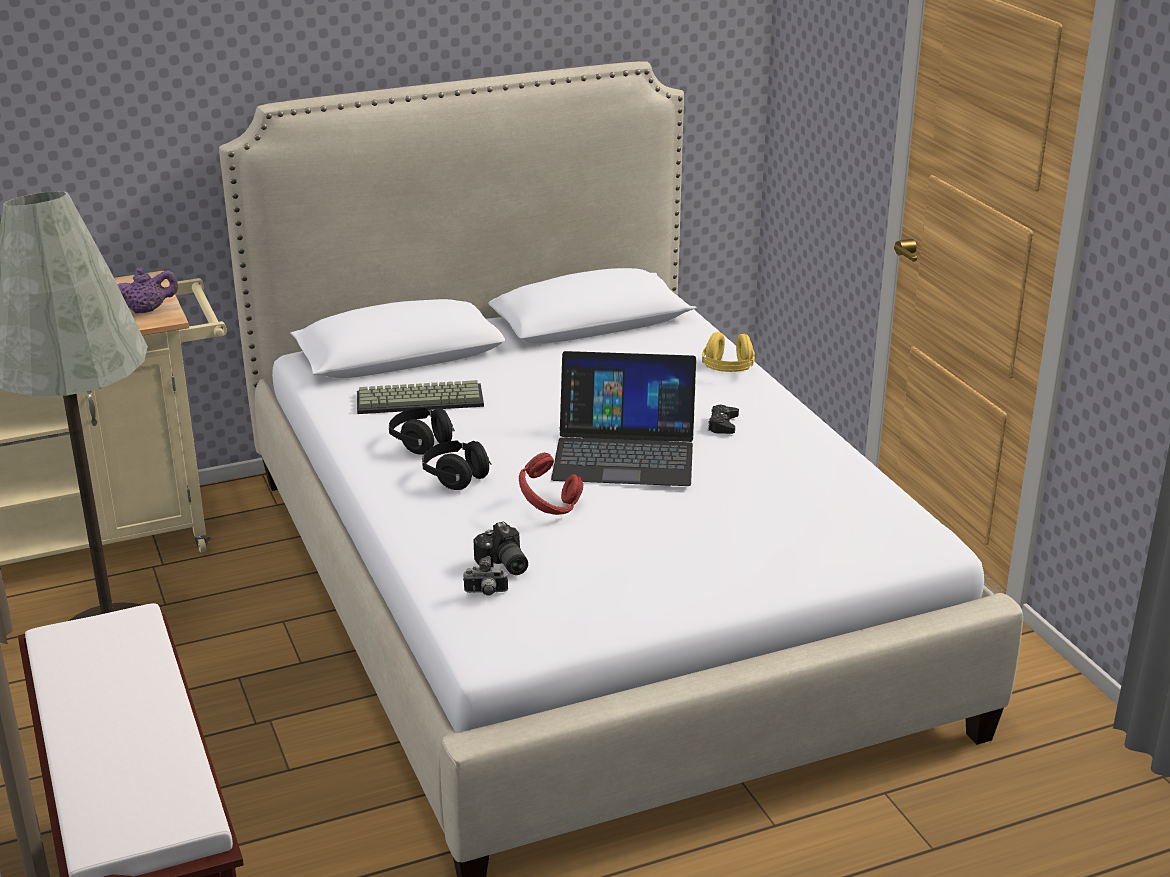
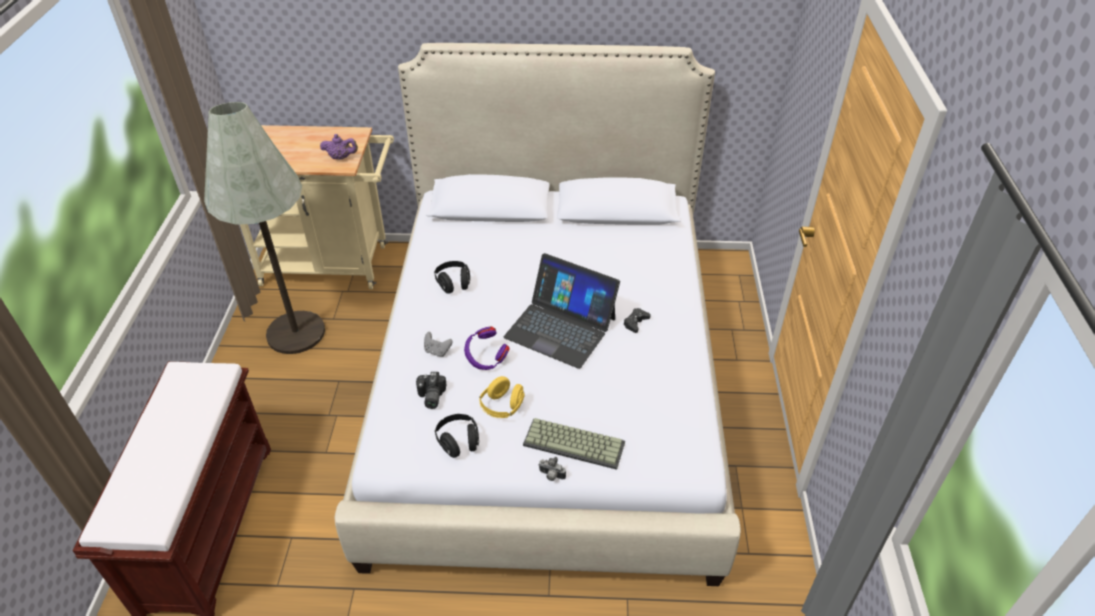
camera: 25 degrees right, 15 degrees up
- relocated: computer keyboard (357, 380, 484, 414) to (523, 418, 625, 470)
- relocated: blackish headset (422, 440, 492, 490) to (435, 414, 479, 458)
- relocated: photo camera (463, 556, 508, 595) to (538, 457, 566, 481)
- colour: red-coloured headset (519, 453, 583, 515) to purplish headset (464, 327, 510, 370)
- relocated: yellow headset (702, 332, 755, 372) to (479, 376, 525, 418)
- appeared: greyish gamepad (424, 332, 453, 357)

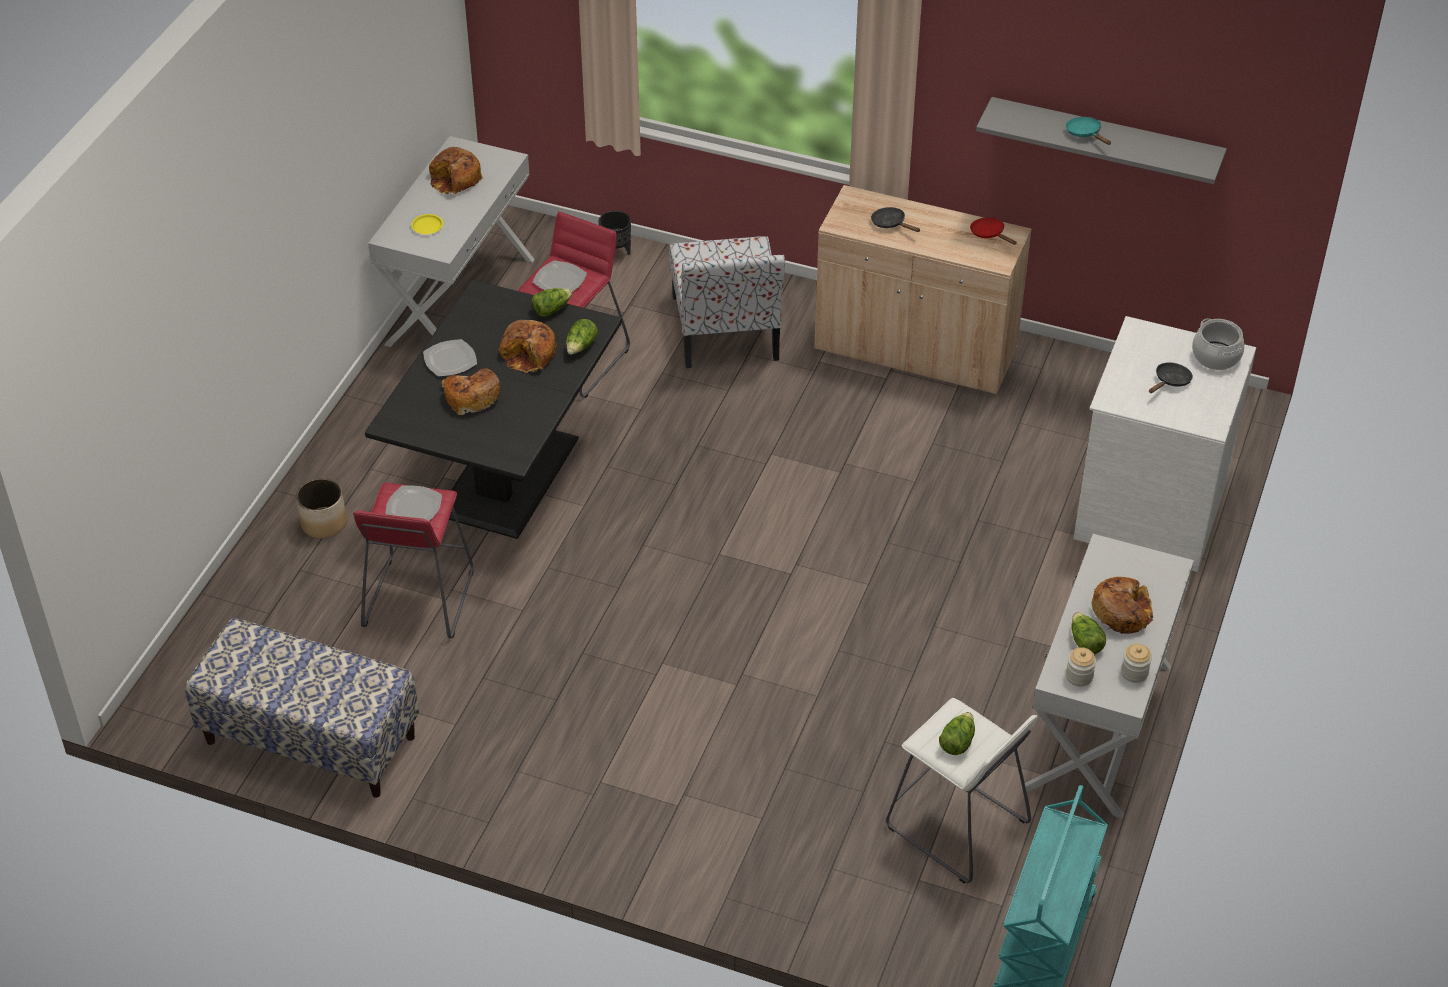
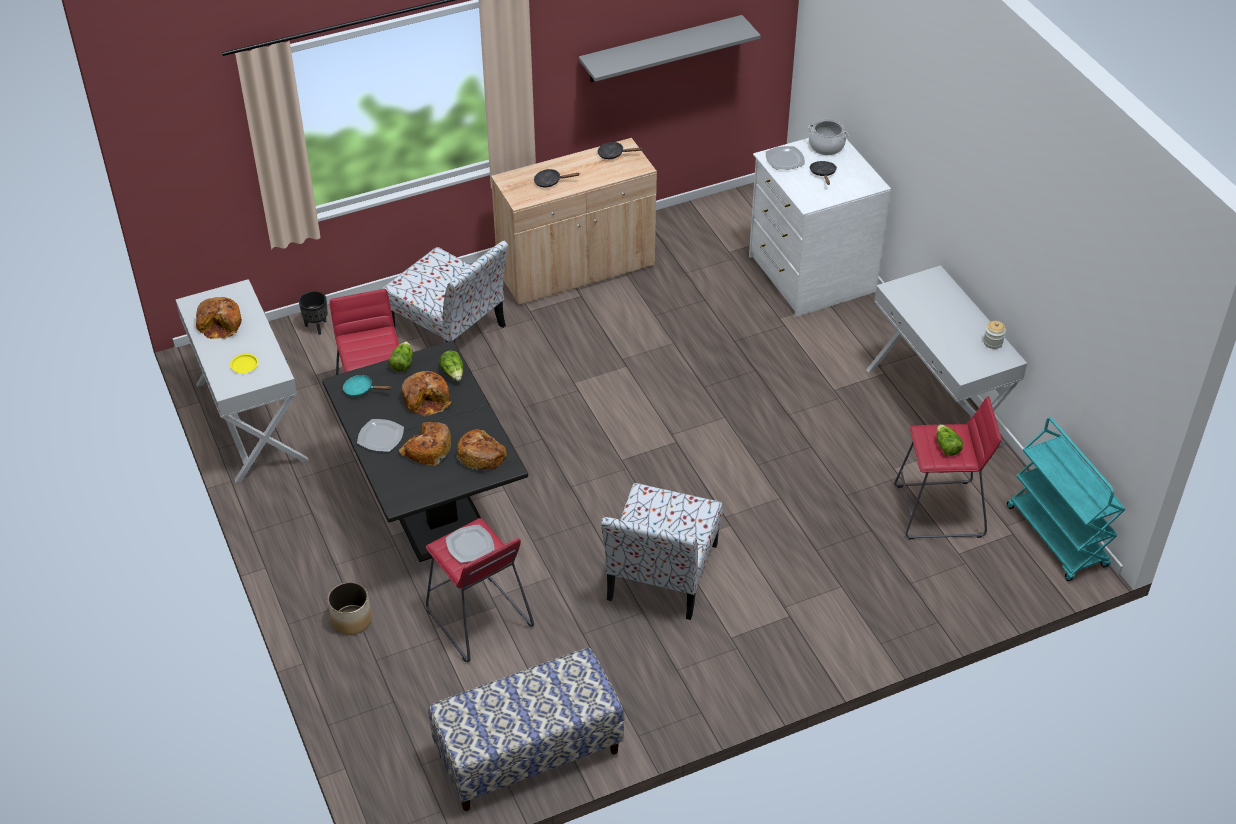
camera: 45 degrees left, 0 degrees up
- relocated: flat dish (533, 260, 587, 292) to (766, 146, 805, 170)
- colour: whitish stool seat (886, 698, 1037, 883) to red-coloured stool seat (894, 396, 1002, 539)
- colour: red-coloured frying pan (970, 217, 1016, 245) to blackish frying pan (597, 142, 642, 159)
- relocated: turquoise-coloured frying pan (1066, 117, 1111, 145) to (343, 375, 391, 397)
- missing: jar (1066, 647, 1096, 686)
- missing: lettuce head (1071, 612, 1106, 654)
- relocated: bakery bread (1092, 577, 1153, 634) to (456, 429, 507, 470)
- appeared: plain chair (601, 483, 723, 620)

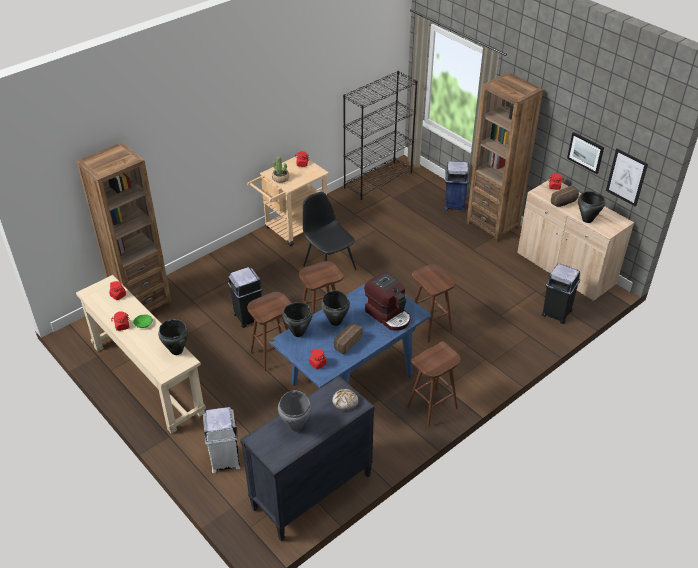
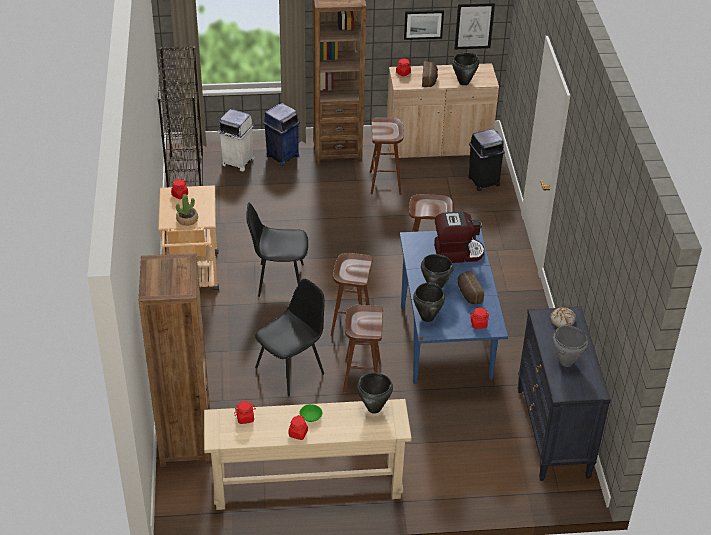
camera: 55 degrees left, 0 degrees up
- relocated: whitish waste bin (203, 407, 240, 473) to (218, 109, 254, 171)
- exchanged: blackish waste bin (228, 267, 263, 328) to blackish plain chair (255, 279, 325, 397)
- relocated: brownish stool seat (407, 341, 461, 427) to (370, 118, 404, 195)

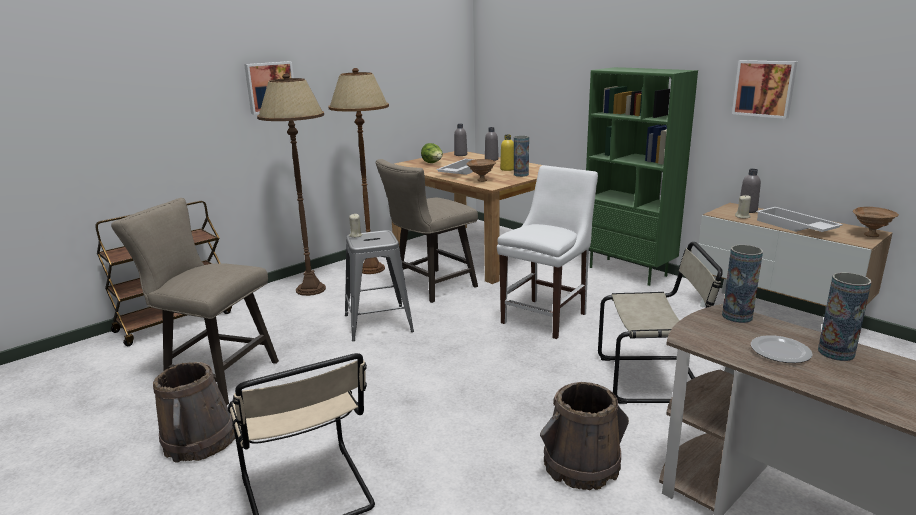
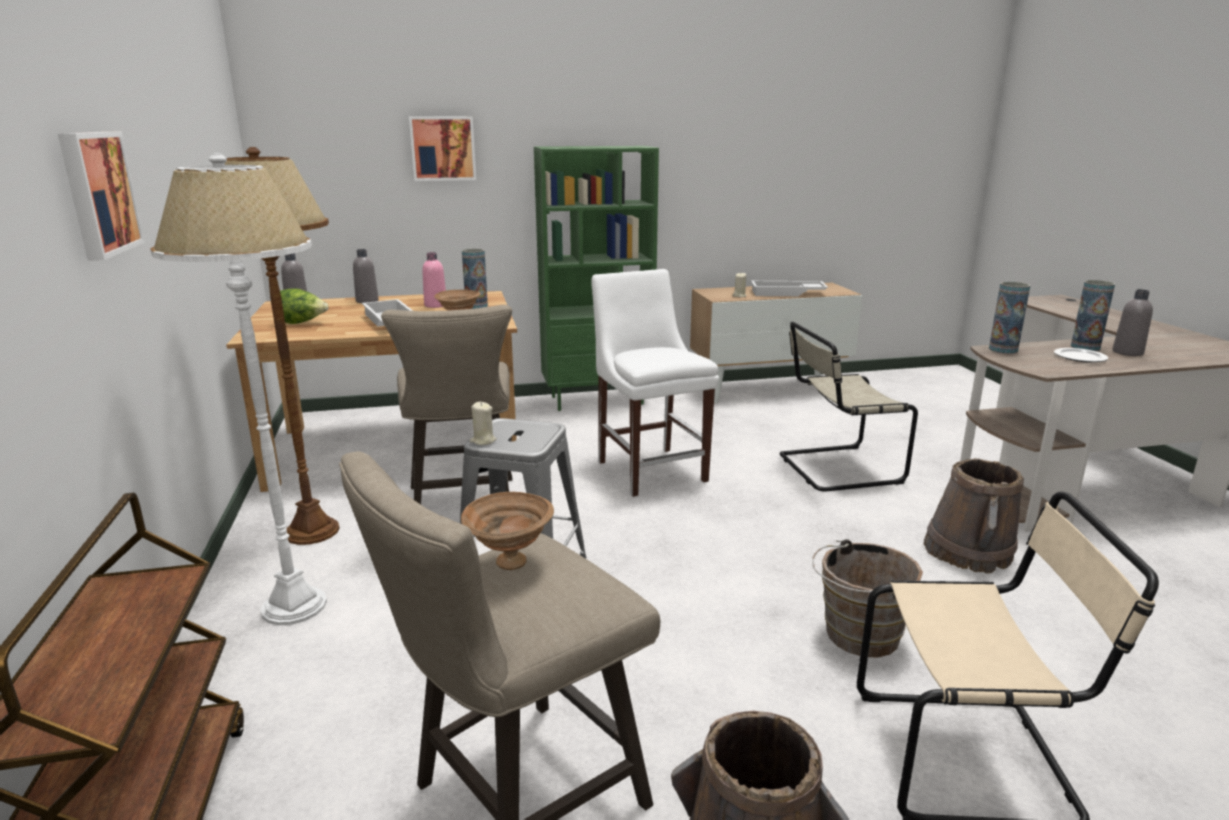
camera: 60 degrees left, 0 degrees up
- colour: brownish floor lamp (257, 74, 326, 296) to whitish floor lamp (150, 153, 327, 625)
- colour: yellow drink bottle (500, 134, 514, 171) to pink-coloured drink bottle (422, 252, 446, 308)
- spun: beige-coloured plain chair (598, 242, 723, 404) = (780, 321, 918, 492) 135 degrees counterclockwise
- relocated: wall art (732, 60, 797, 119) to (409, 116, 476, 181)
- relocated: greyish drink bottle (740, 169, 761, 213) to (1113, 289, 1153, 356)
- relocated: brownish bowl (853, 207, 899, 237) to (461, 492, 554, 570)
- appeared: brownish pail (812, 539, 923, 658)

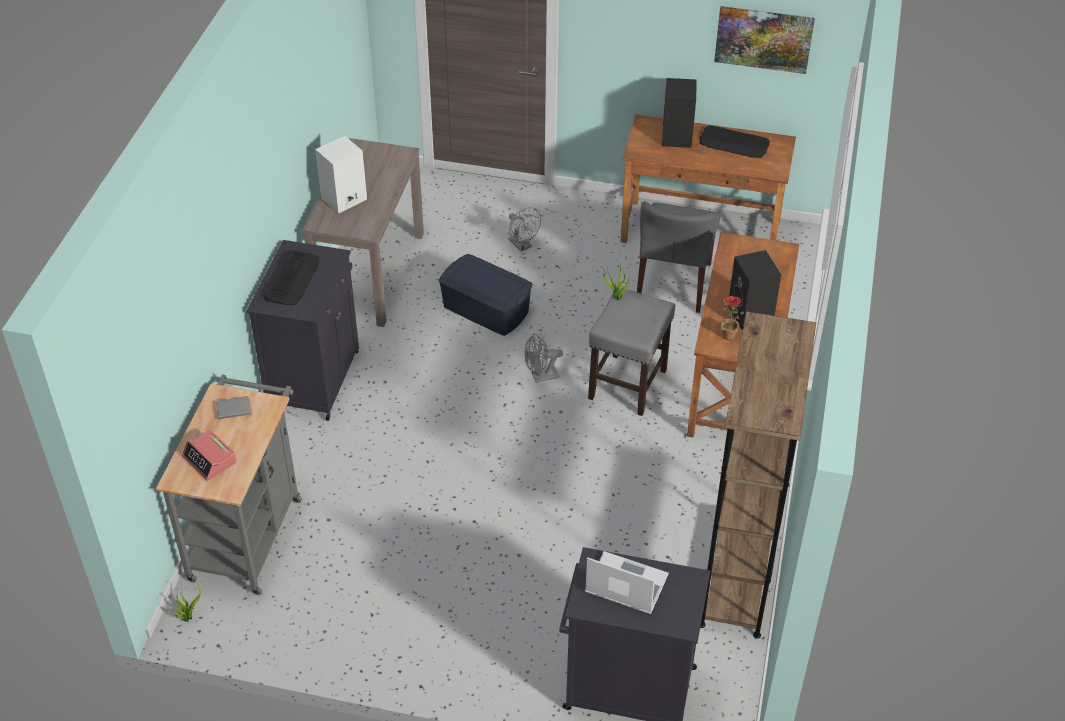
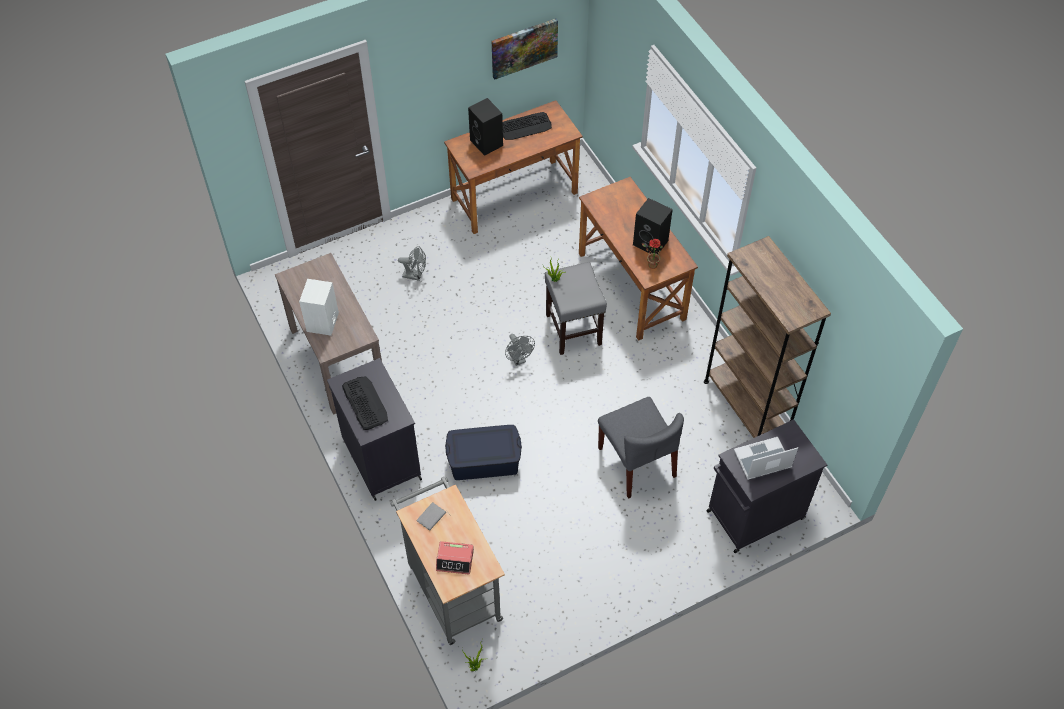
camera: 40 degrees left, 10 degrees up
- relocated: blue storage bin (439, 254, 532, 336) to (445, 425, 522, 480)
- spun: greyish electric fan (525, 333, 563, 383) = (505, 334, 535, 366) 60 degrees counterclockwise
- relocated: greyish plain chair (637, 201, 720, 313) to (598, 397, 684, 499)

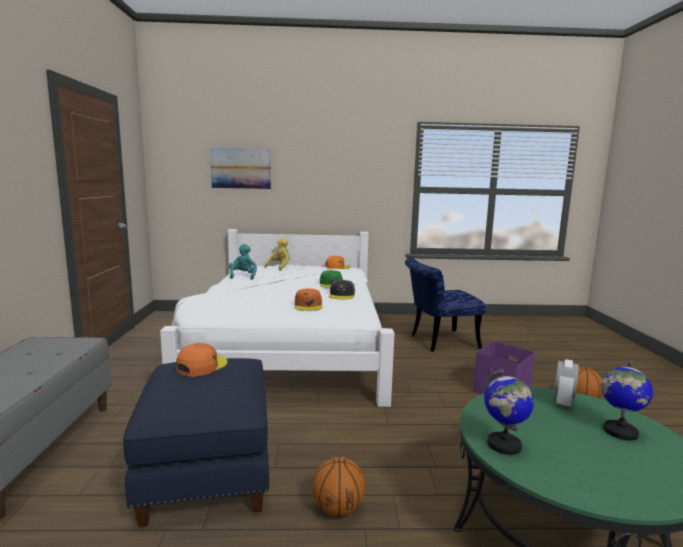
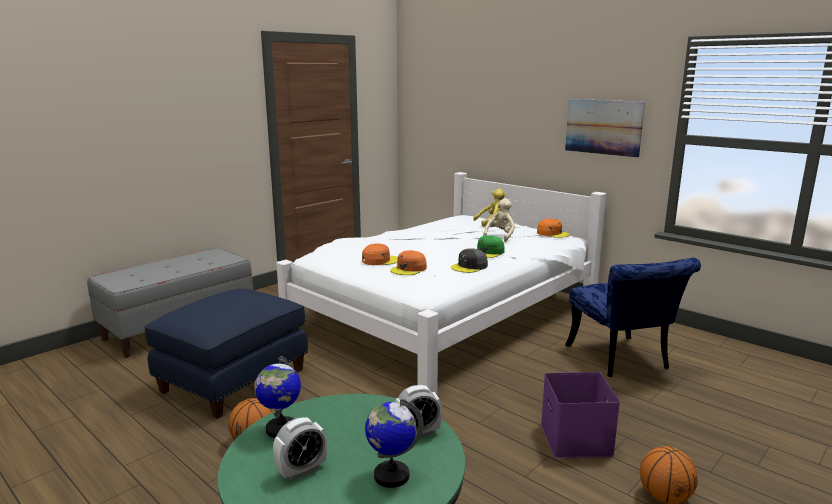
camera: 45 degrees right, 5 degrees up
- relocated: orange cap (176, 343, 228, 377) to (362, 244, 398, 265)
- relocated: wall art (210, 148, 271, 189) to (565, 99, 645, 158)
- missing: turquoise-coloured cuddly toy (229, 244, 257, 280)
- spun: blue plain chair (405, 258, 486, 352) = (565, 258, 701, 377) 135 degrees counterclockwise
- appeared: bedside clock (273, 417, 327, 480)
- appeared: beige-coloured cuddly toy (483, 198, 515, 242)

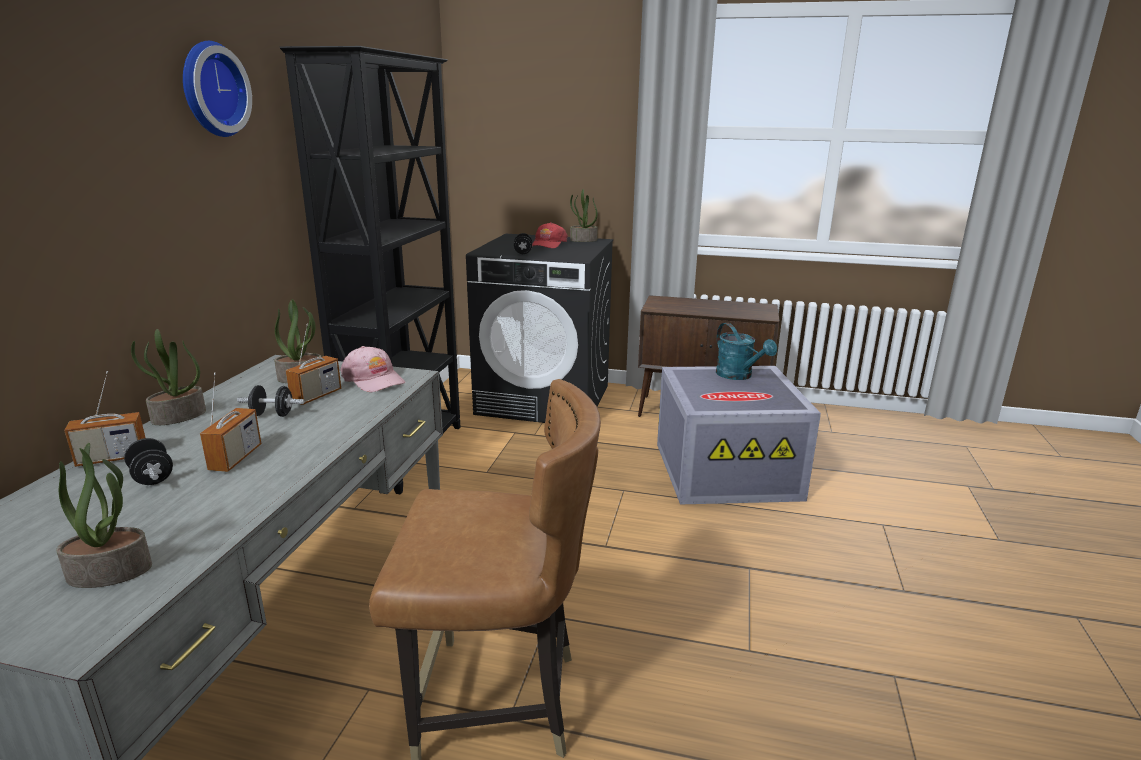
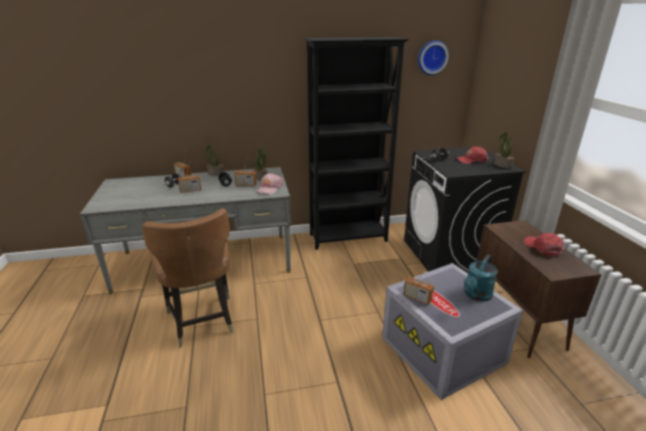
camera: 65 degrees right, 5 degrees up
- missing: plant in a pot (56, 443, 152, 588)
- relocated: clock on the wall (183, 41, 252, 137) to (418, 41, 449, 75)
- appeared: radio set (404, 265, 434, 305)
- appeared: red-coloured cap (524, 233, 564, 256)

